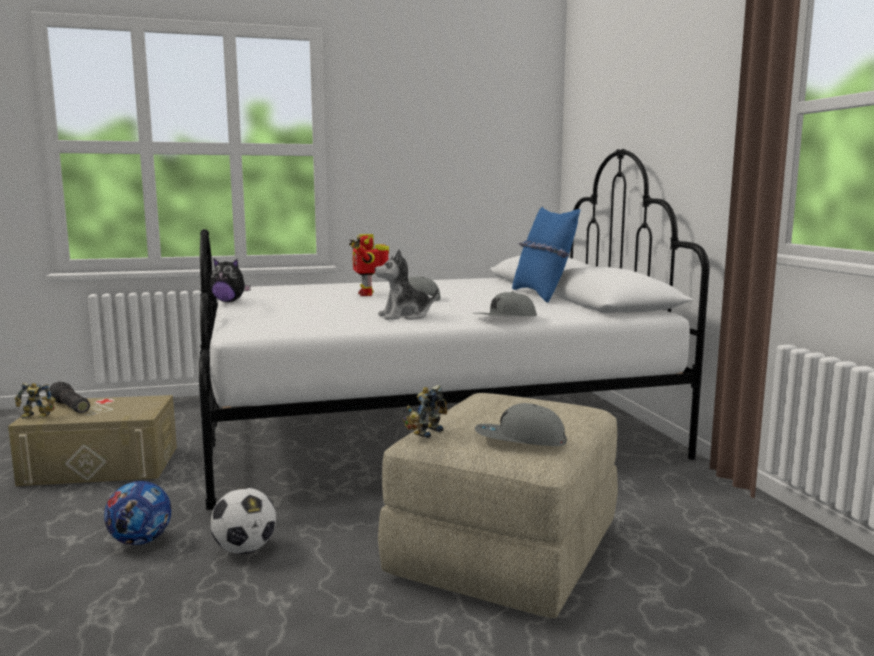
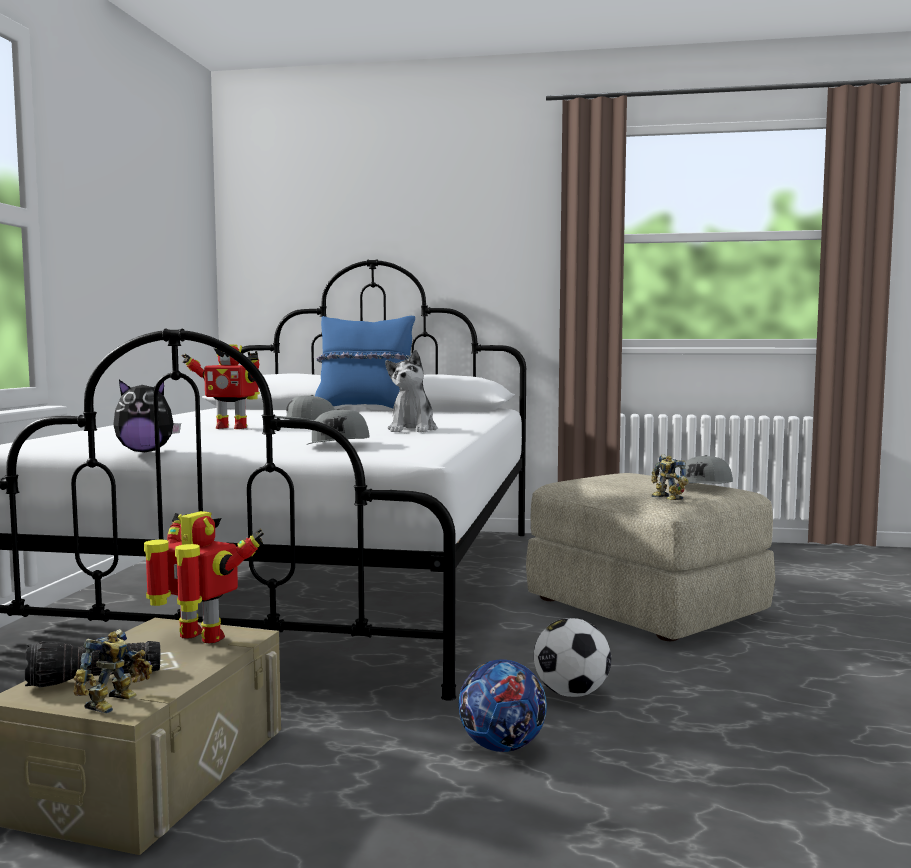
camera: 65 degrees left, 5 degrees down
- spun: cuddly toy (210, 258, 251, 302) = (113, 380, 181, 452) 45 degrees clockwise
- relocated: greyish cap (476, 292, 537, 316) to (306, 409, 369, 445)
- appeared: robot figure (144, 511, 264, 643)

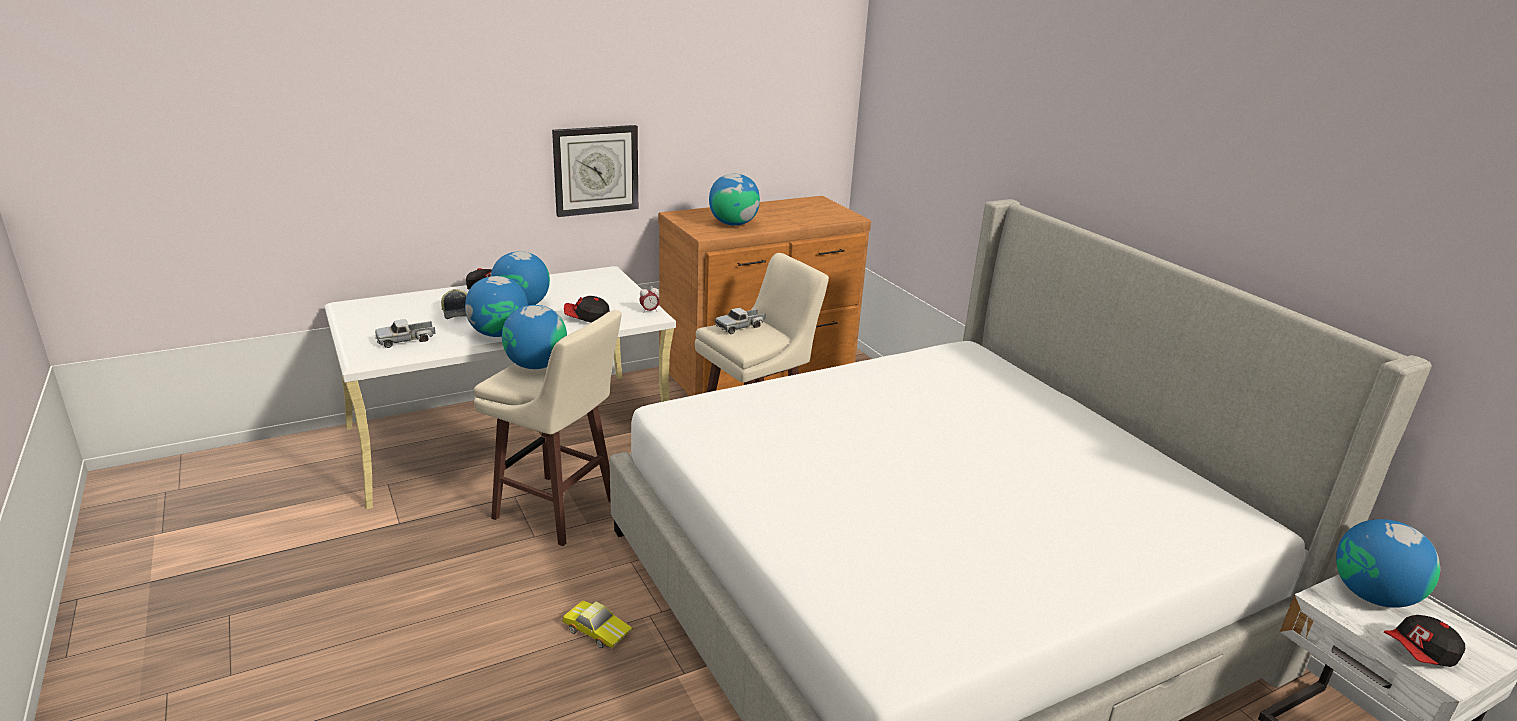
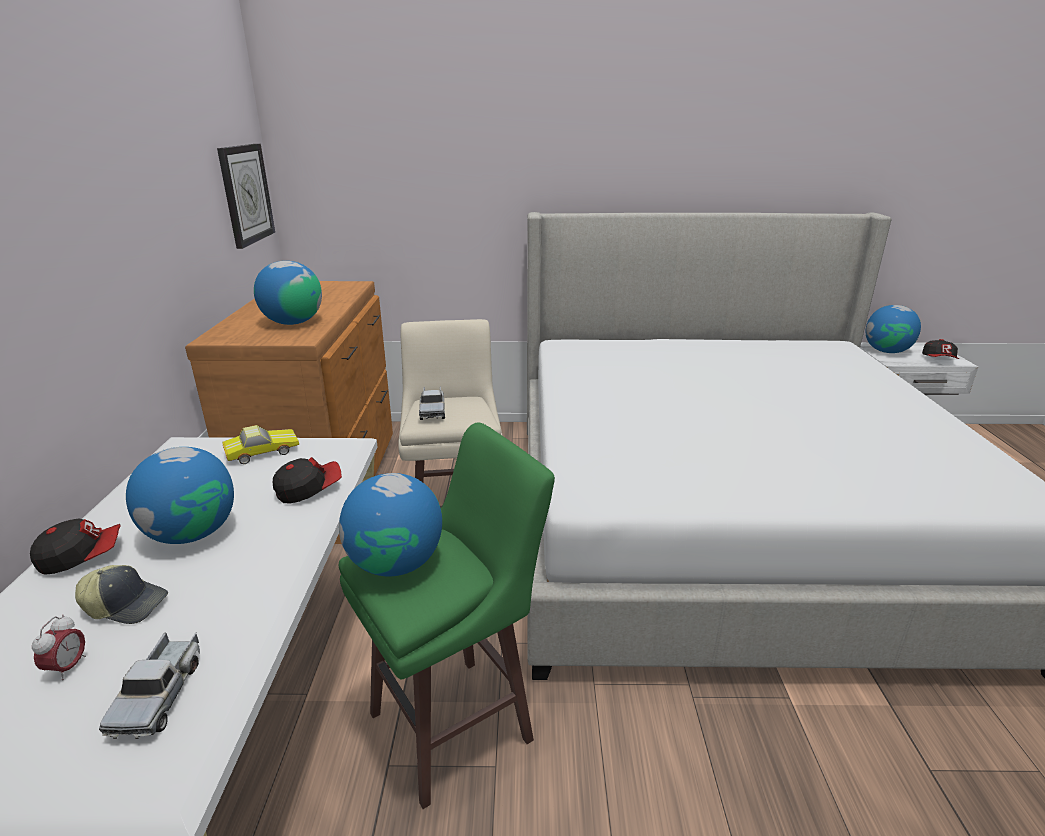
camera: 60 degrees left, 0 degrees up
- missing: world globe (465, 276, 528, 337)
- colour: beige-coloured stool seat (474, 310, 622, 546) to greenish stool seat (338, 423, 555, 809)
- relocated: clock on the wall (552, 125, 638, 217) to (217, 144, 275, 249)
- relocated: miniature car (562, 601, 633, 648) to (222, 425, 299, 464)
- spun: cap (564, 296, 610, 322) = (273, 457, 342, 503) 150 degrees counterclockwise
- relocated: bedside clock (639, 285, 660, 312) to (32, 615, 86, 681)

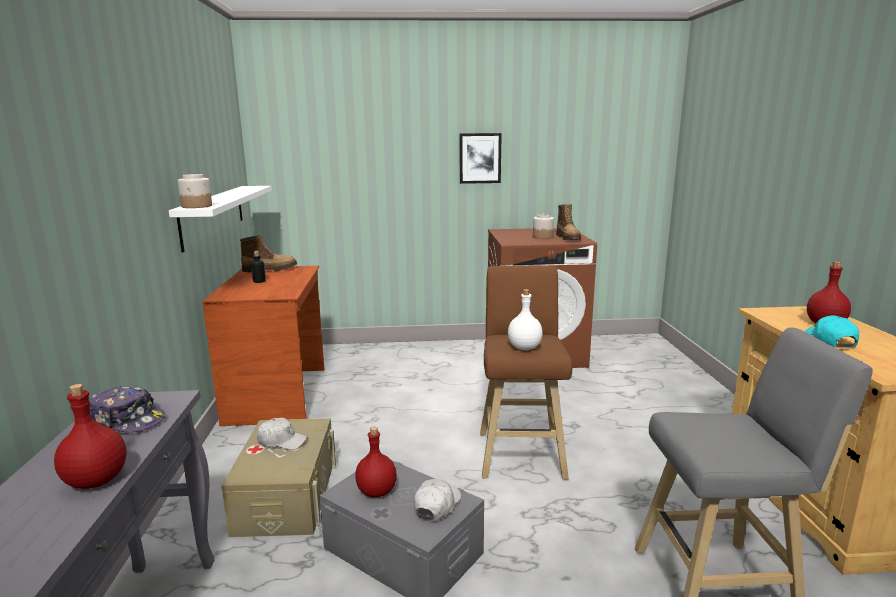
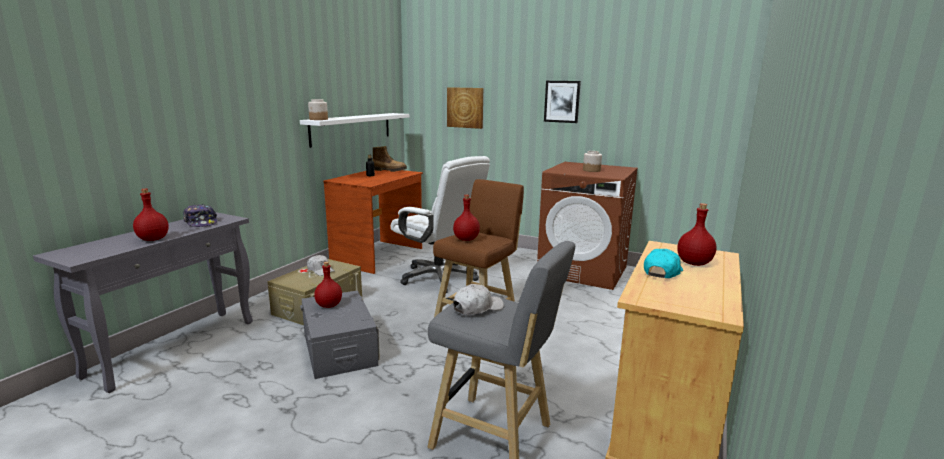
camera: 30 degrees right, 0 degrees up
- relocated: whitish cap (414, 479, 461, 520) to (453, 284, 504, 315)
- colour: whitish drink bottle (508, 289, 543, 350) to red-coloured drink bottle (453, 195, 480, 241)
- missing: boot (556, 204, 581, 240)
- appeared: whitish desk chair (391, 156, 490, 293)
- appeared: wall art (447, 87, 483, 129)

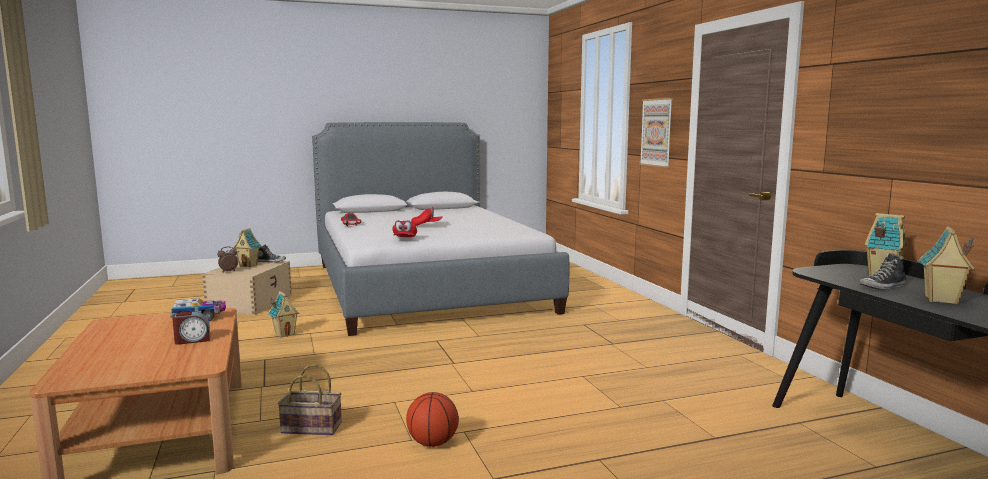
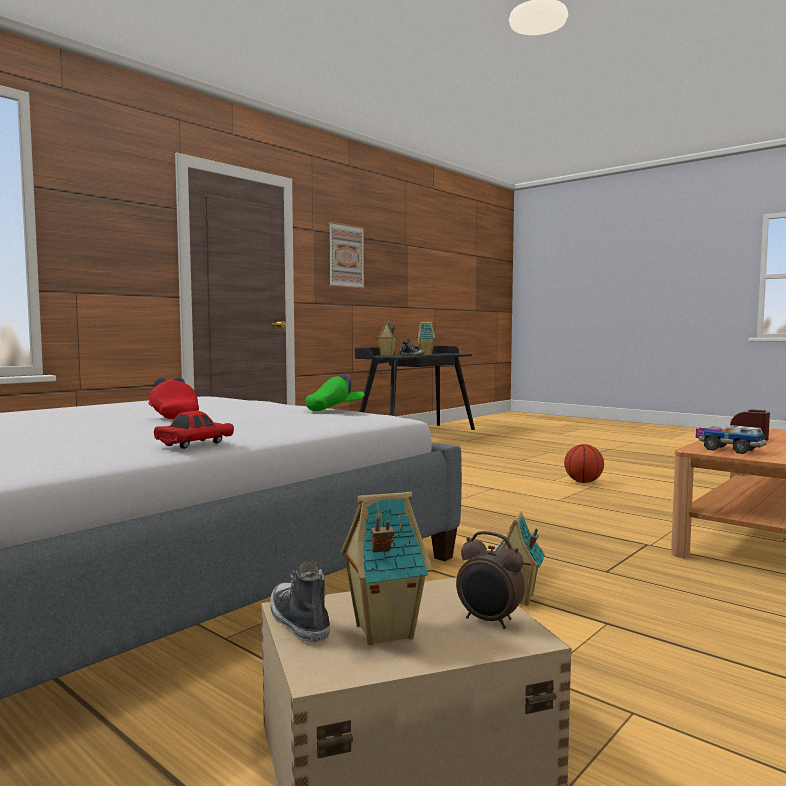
camera: 120 degrees left, 5 degrees down
- missing: basket (278, 364, 342, 435)
- colour: red-coloured cap (393, 220, 417, 237) to greenish cap (305, 374, 365, 411)
- relocated: wall art (639, 98, 673, 168) to (329, 222, 365, 289)

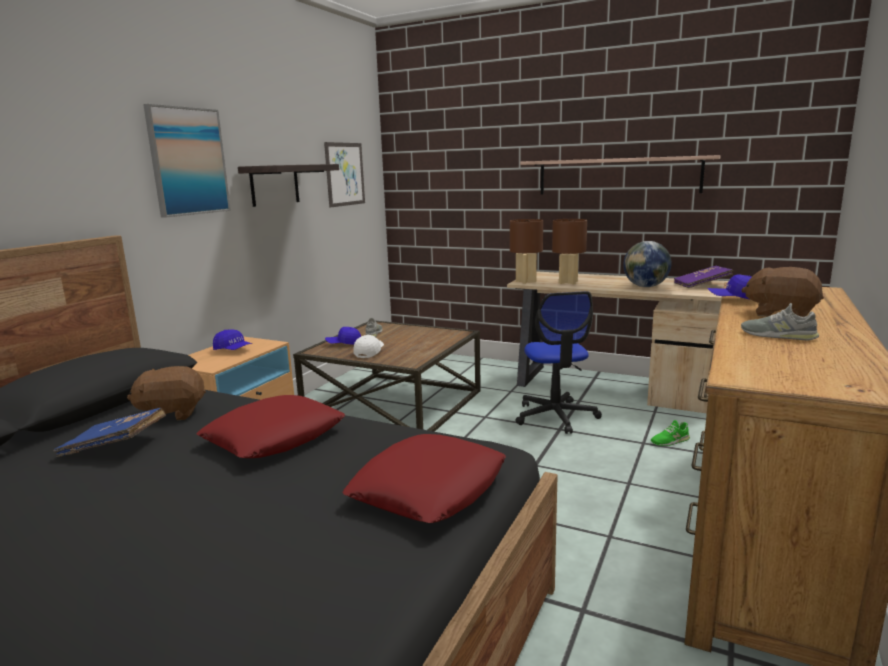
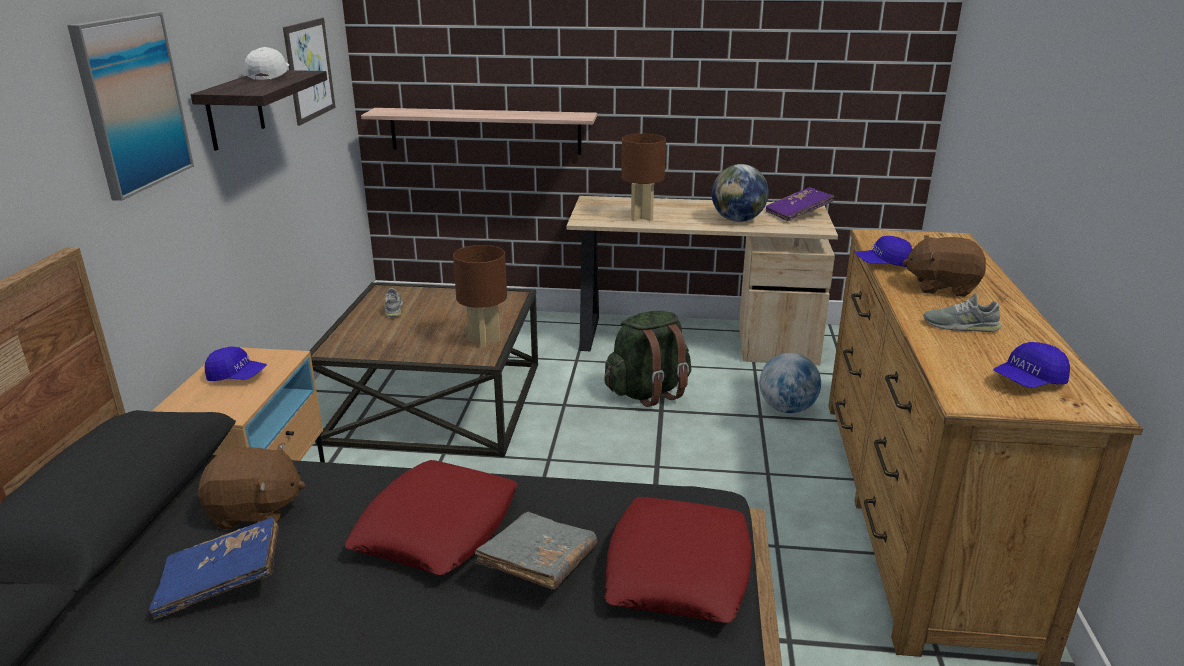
camera: 20 degrees left, 10 degrees up
- spun: brownish cuddly toy (127, 366, 206, 423) = (198, 443, 305, 529) 150 degrees counterclockwise
- relocated: blue cap (325, 327, 361, 345) to (993, 342, 1070, 388)
- relocated: whitish cap (353, 335, 384, 358) to (245, 47, 289, 80)
- relocated: brownish lamp for a table (510, 219, 543, 284) to (453, 245, 507, 348)
- exchanged: desk chair (515, 291, 602, 434) to greenish knapsack (604, 311, 691, 407)
- relocated: bracket shelf (520, 155, 721, 194) to (361, 108, 597, 155)
- exchanged: greenish low shoe (651, 420, 690, 446) to world globe (760, 353, 821, 413)
- appeared: greyish bound book (475, 512, 598, 589)

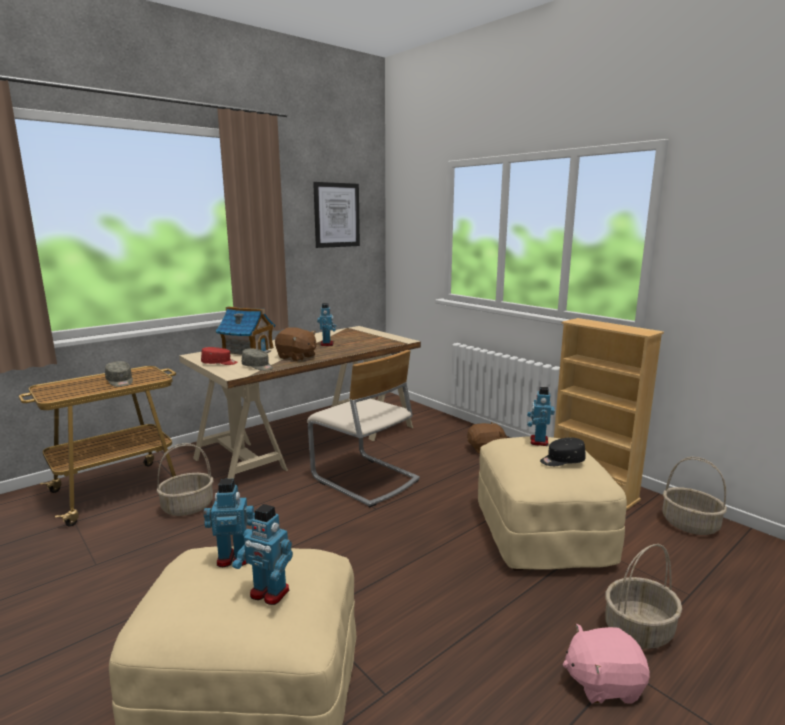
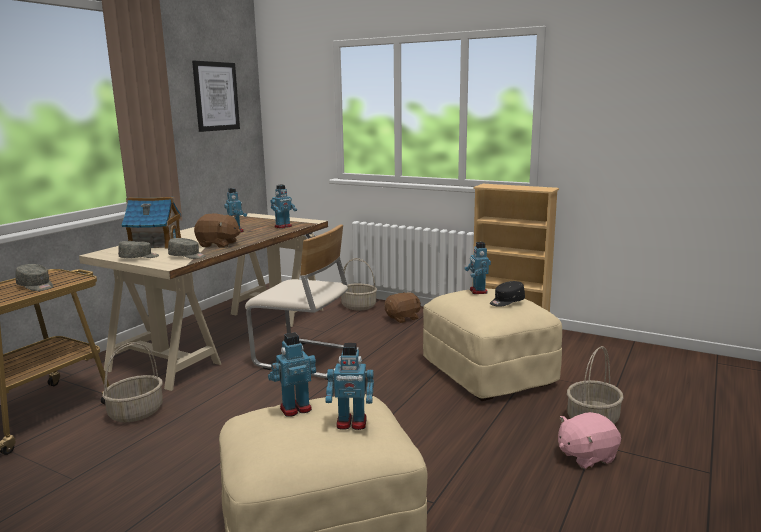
camera: 20 degrees left, 0 degrees up
- colour: red-coloured cap (201, 347, 237, 365) to greyish cap (118, 241, 159, 258)
- relocated: basket (662, 457, 727, 535) to (341, 258, 377, 310)
- appeared: robot figure (271, 184, 297, 229)

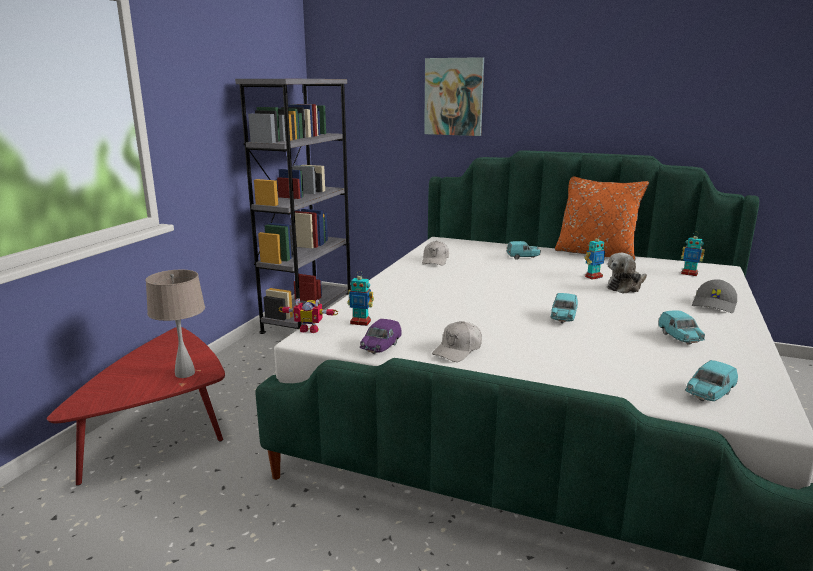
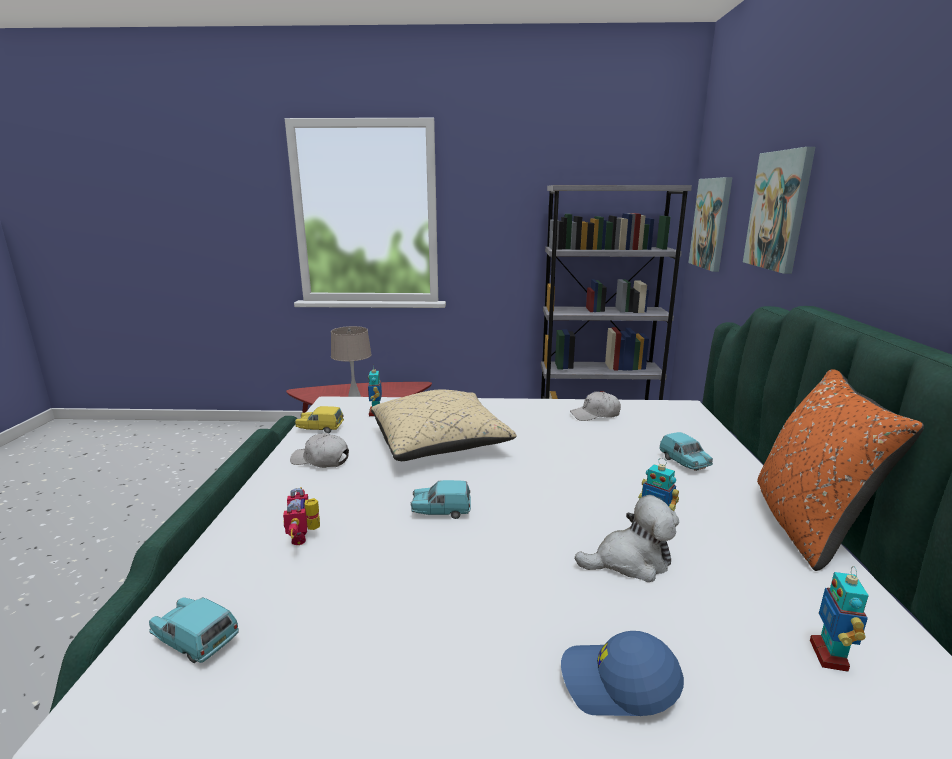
camera: 70 degrees right, 0 degrees up
- relocated: robot figure (278, 298, 338, 333) to (283, 487, 320, 545)
- colour: purplish miniature car (360, 319, 402, 354) to yellow miniature car (295, 406, 344, 433)
- spun: cuddly toy (607, 253, 647, 294) = (575, 495, 679, 582) 135 degrees clockwise
- missing: turquoise-coloured miniature car (658, 311, 705, 345)
- colour: greyish cap (692, 279, 737, 313) to blue cap (561, 631, 684, 716)
- appeared: beige-coloured cushion (371, 389, 517, 461)
- appeared: wall art (688, 177, 732, 272)

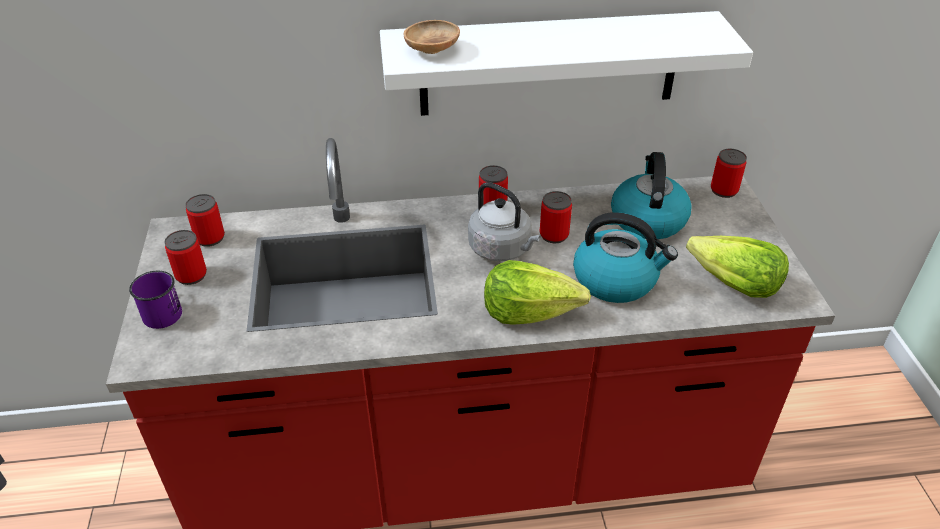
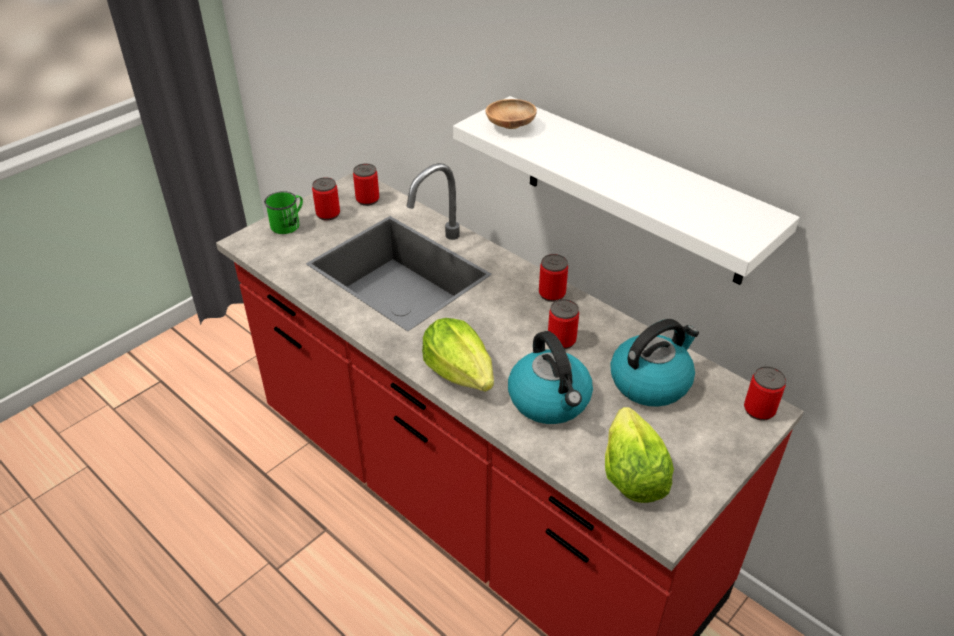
camera: 50 degrees right, 0 degrees up
- colour: purplish mug (129, 271, 182, 329) to greenish mug (264, 191, 303, 234)
- missing: greyish kettle (468, 182, 541, 261)

